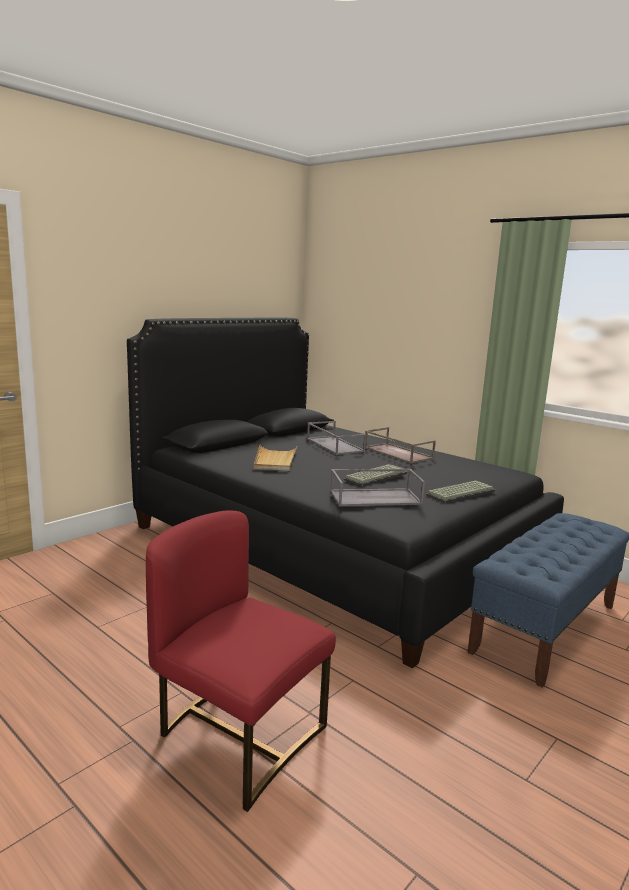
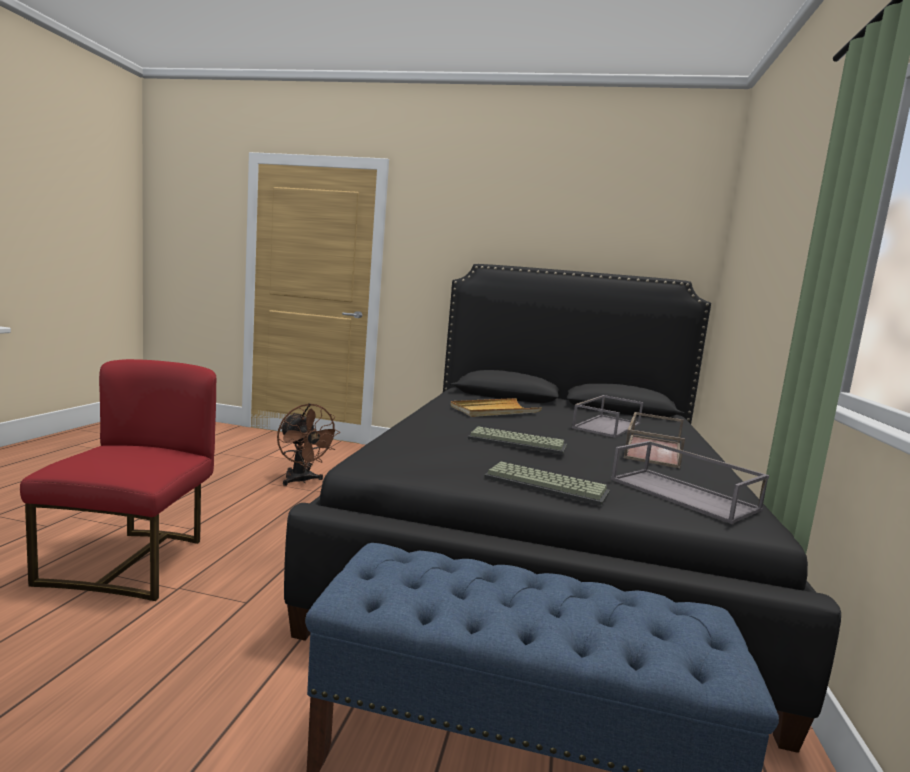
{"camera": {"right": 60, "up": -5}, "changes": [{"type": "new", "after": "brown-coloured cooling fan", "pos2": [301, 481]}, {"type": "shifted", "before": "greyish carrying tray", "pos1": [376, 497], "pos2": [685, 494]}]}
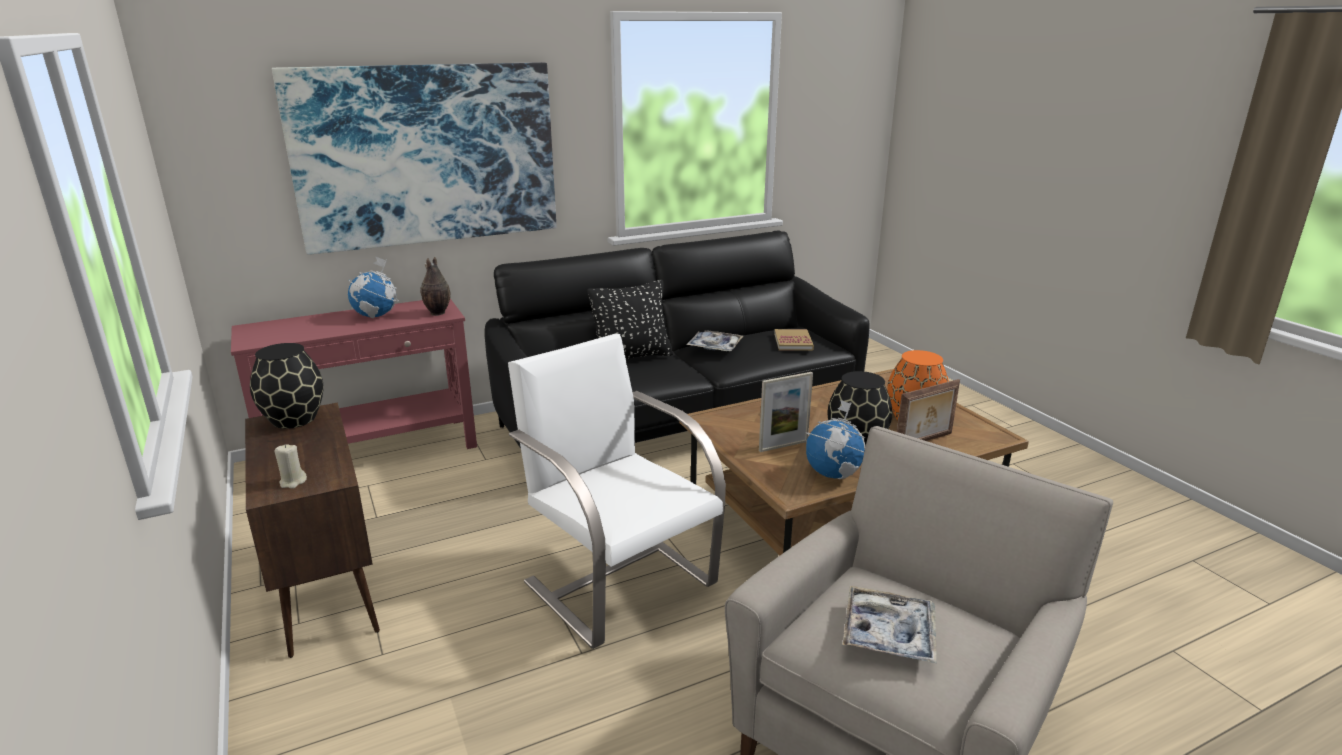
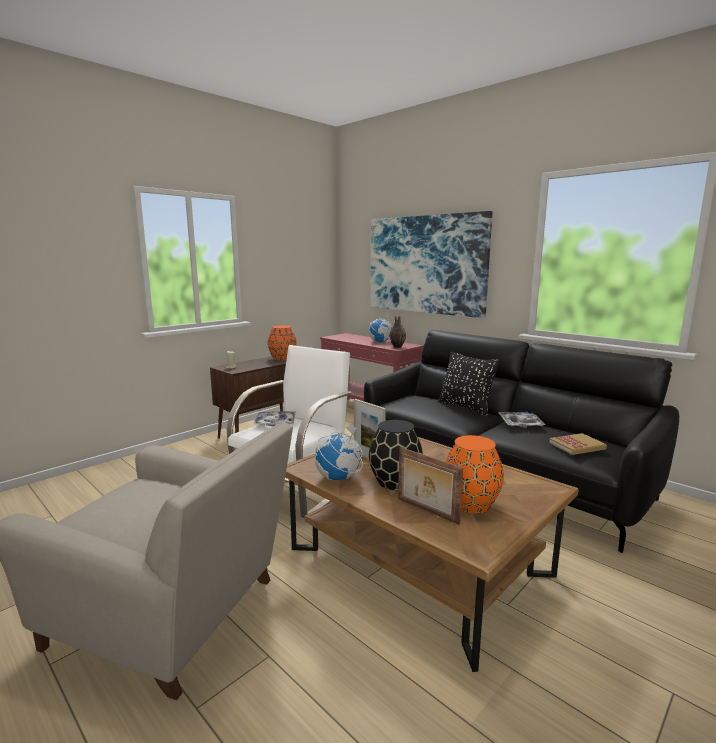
{"camera": {"right": 70, "up": -10}, "changes": [{"type": "shifted", "before": "carrying tray", "pos1": [888, 633], "pos2": [275, 423]}, {"type": "repainted", "before": "black vase", "after": "orangey vase", "pos1": [293, 419], "pos2": [282, 358]}]}
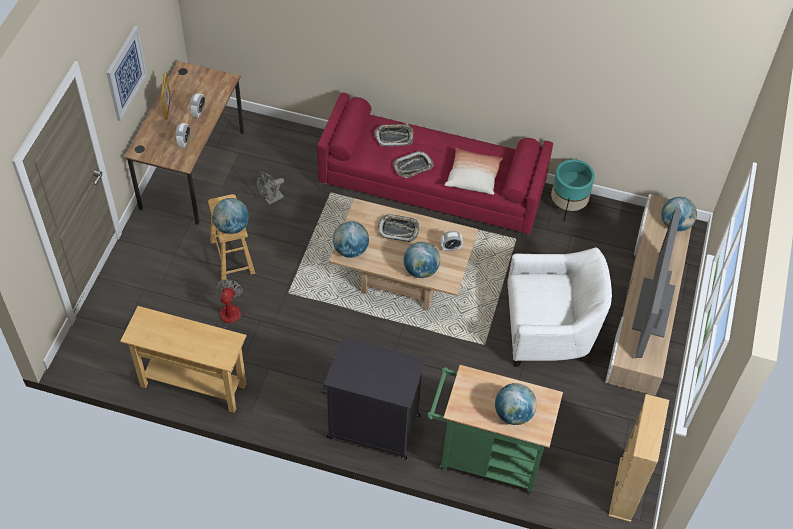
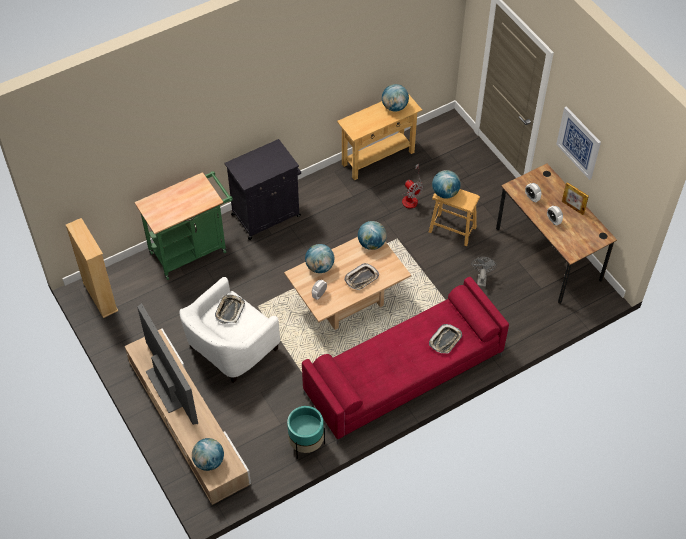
{"camera": {"right": 135, "up": 0}, "changes": [{"type": "shifted", "before": "carrying tray", "pos1": [413, 167], "pos2": [229, 310]}, {"type": "shifted", "before": "globe", "pos1": [513, 414], "pos2": [394, 107]}, {"type": "gone", "before": "cushion", "pos1": [473, 177]}]}
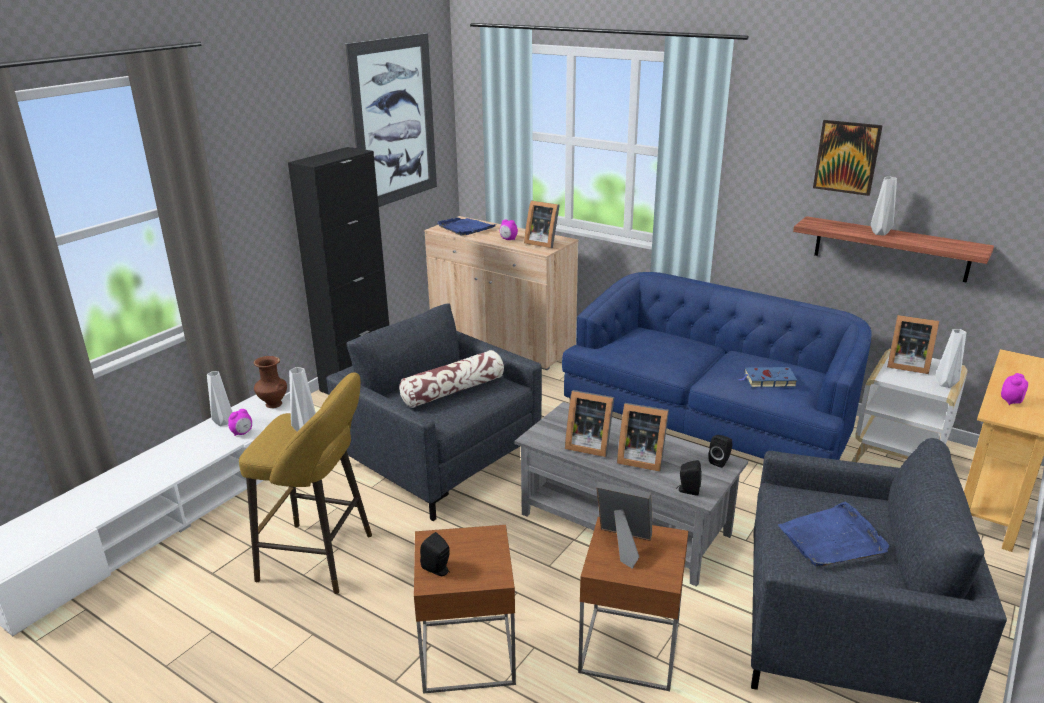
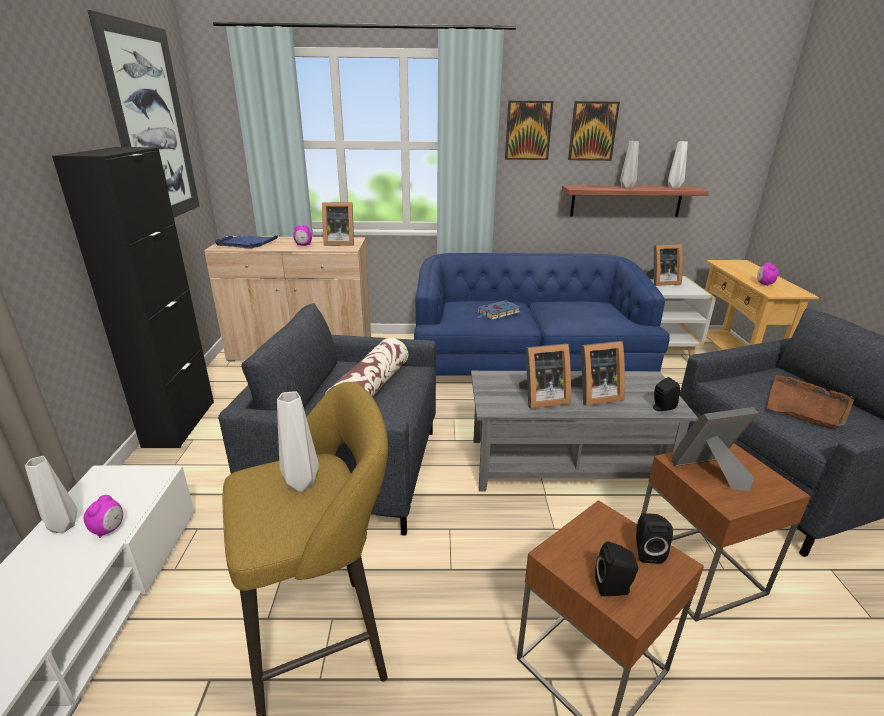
{"camera": {"right": -35, "up": 0}, "changes": [{"type": "shifted", "before": "blue volume", "pos1": [768, 380], "pos2": [497, 313]}, {"type": "new", "after": "wall art", "pos2": [528, 130]}, {"type": "shifted", "before": "black speaker", "pos1": [720, 461], "pos2": [646, 551]}, {"type": "shifted", "before": "whitish vase", "pos1": [945, 384], "pos2": [673, 187]}, {"type": "repainted", "before": "blue carrying tray", "after": "brown-coloured carrying tray", "pos1": [832, 539], "pos2": [806, 405]}, {"type": "gone", "before": "brown-coloured vase", "pos1": [273, 404]}]}
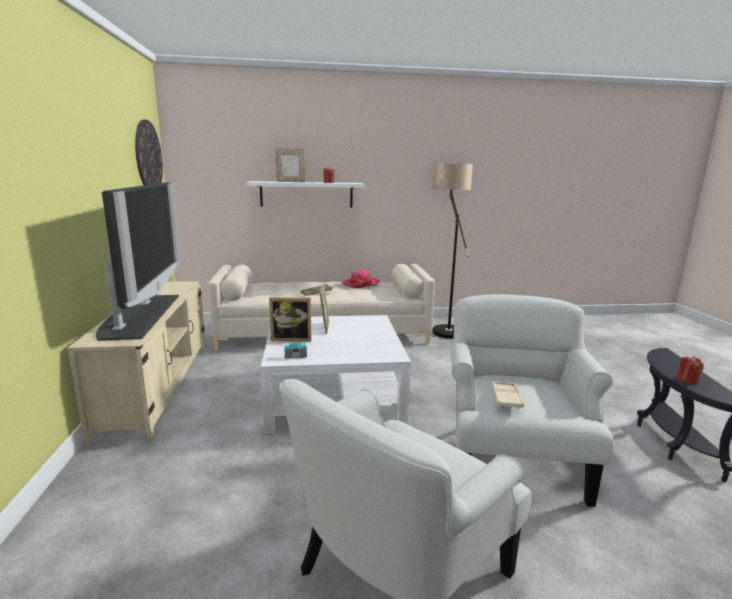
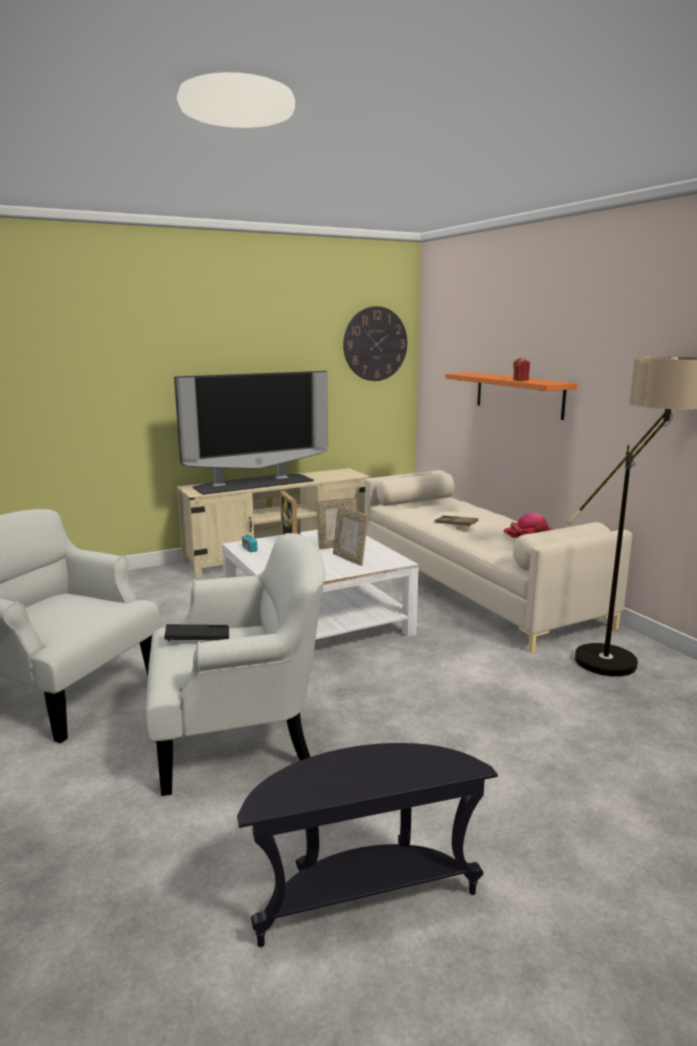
{"camera": {"right": 70, "up": 0}, "changes": [{"type": "repainted", "before": "beige carrying tray", "after": "black carrying tray", "pos1": [506, 398], "pos2": [197, 637]}, {"type": "shifted", "before": "standing frame", "pos1": [291, 182], "pos2": [349, 559]}, {"type": "repainted", "before": "whitish wall shelf", "after": "orangey wall shelf", "pos1": [306, 194], "pos2": [518, 394]}, {"type": "gone", "before": "red-coloured wax light", "pos1": [687, 380]}]}
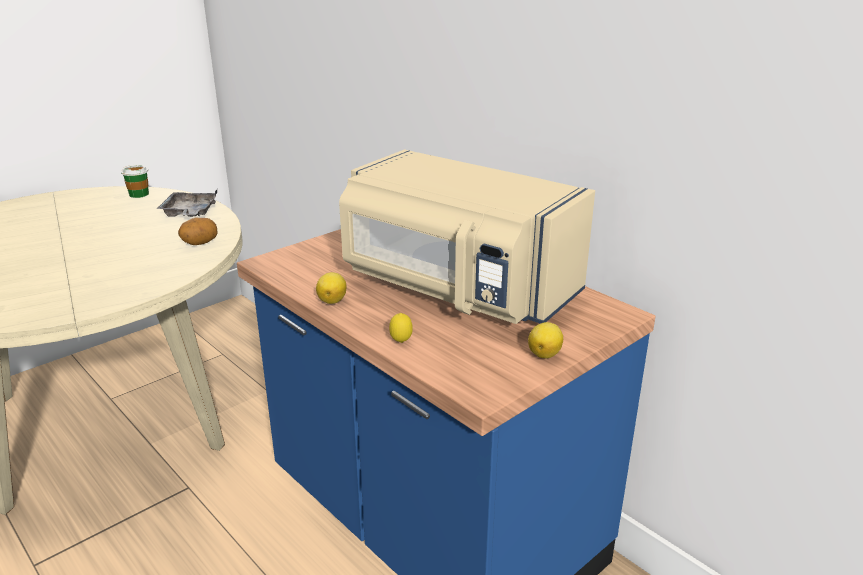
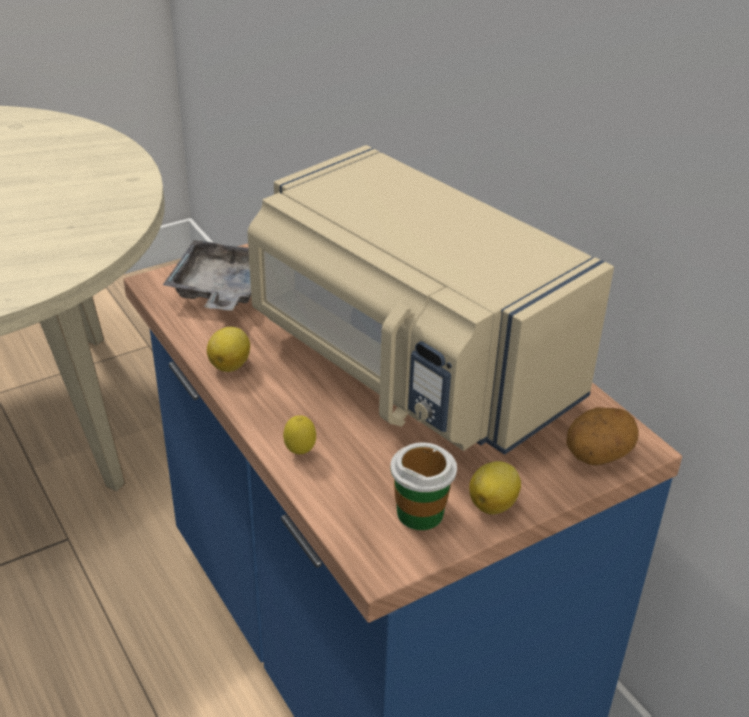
{"camera": {"right": 10, "up": 10}, "changes": [{"type": "shifted", "before": "greyish carrying tray", "pos1": [189, 213], "pos2": [220, 290]}, {"type": "shifted", "before": "cup", "pos1": [139, 194], "pos2": [420, 513]}, {"type": "shifted", "before": "spud", "pos1": [200, 243], "pos2": [597, 456]}]}
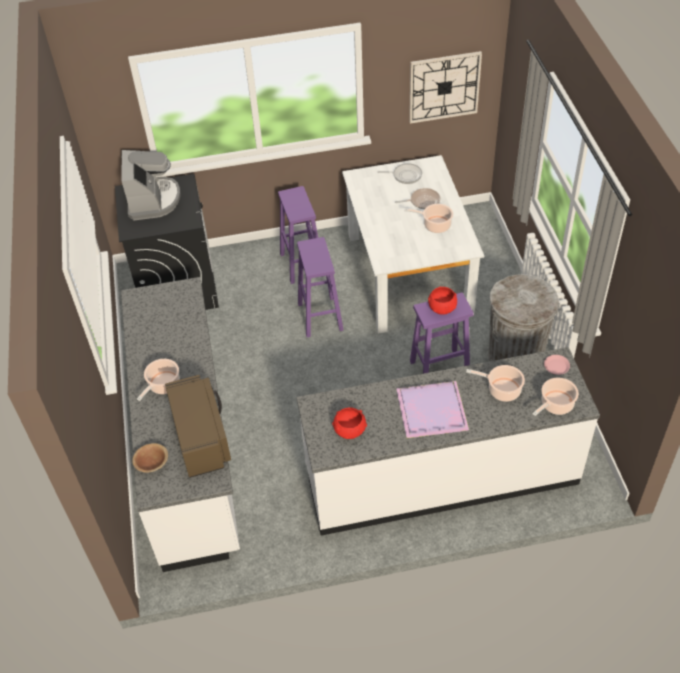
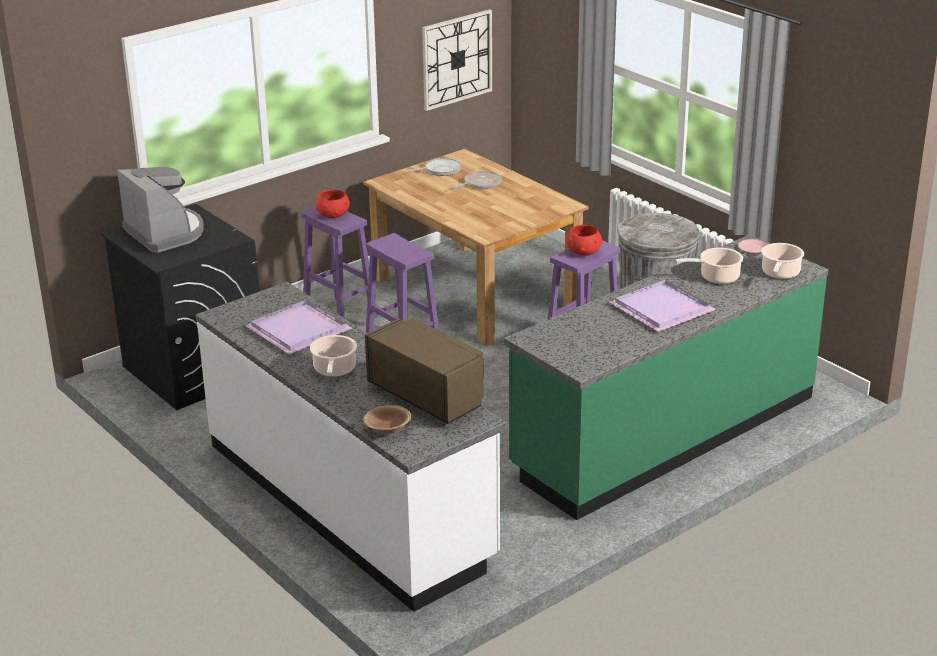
{"camera": {"right": -30, "up": -20}, "changes": [{"type": "new", "after": "purple carrying tray", "pos2": [300, 330]}, {"type": "shifted", "before": "red-coloured serving bowl", "pos1": [349, 430], "pos2": [332, 215]}, {"type": "repainted", "before": "whitish kitchen table", "after": "brown-coloured kitchen table", "pos1": [407, 273], "pos2": [473, 292]}, {"type": "repainted", "before": "whitish kitchen counter", "after": "green-coloured kitchen counter", "pos1": [440, 475], "pos2": [664, 433]}, {"type": "gone", "before": "cooking pot", "pos1": [435, 225]}]}
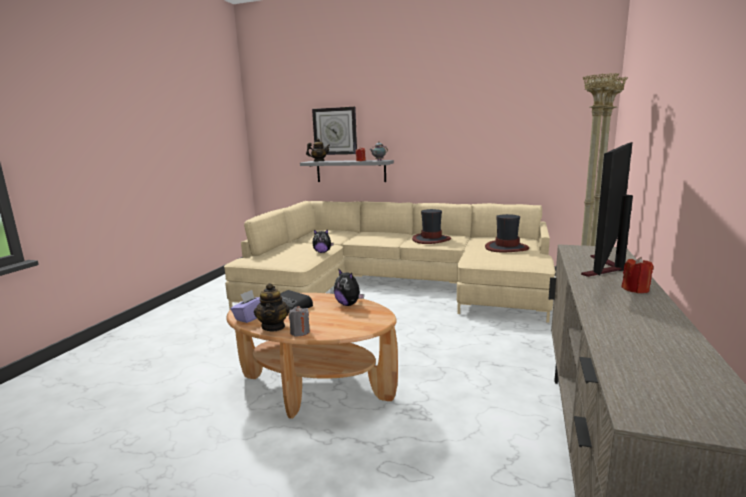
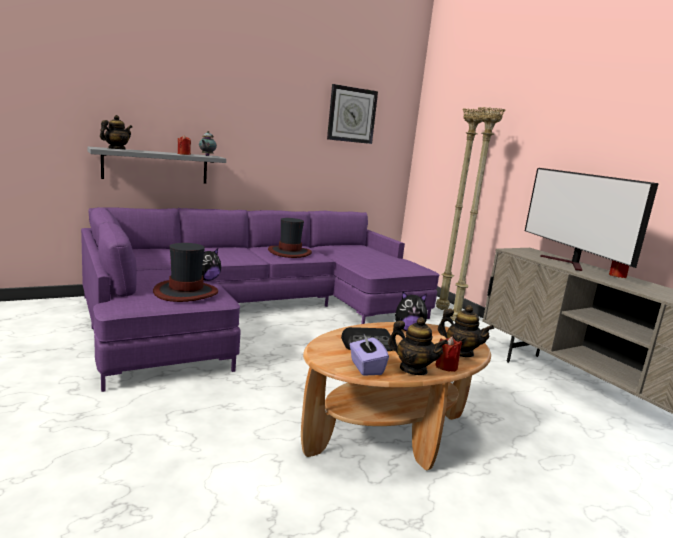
{"camera": {"right": -50, "up": 0}, "changes": [{"type": "repainted", "before": "beige sofa", "after": "purple sofa", "pos1": [393, 285], "pos2": [254, 311]}, {"type": "shifted", "before": "clothing hat", "pos1": [506, 248], "pos2": [185, 292]}, {"type": "shifted", "before": "hanging clock", "pos1": [335, 131], "pos2": [351, 115]}, {"type": "repainted", "before": "greyish wax light", "after": "red-coloured wax light", "pos1": [300, 332], "pos2": [446, 367]}, {"type": "new", "after": "tea pot", "pos2": [461, 352]}]}
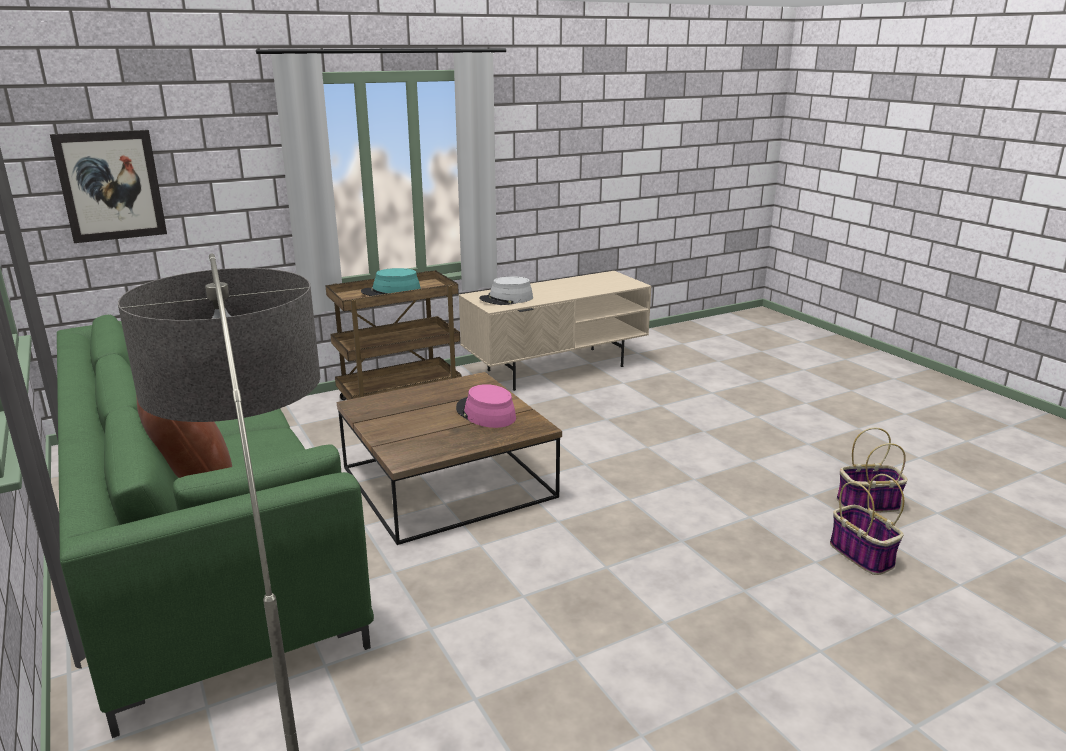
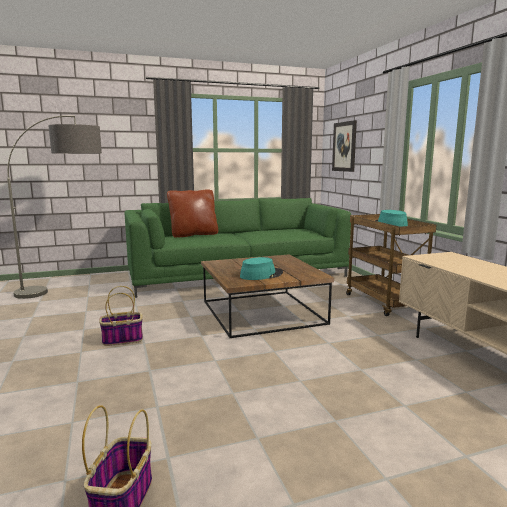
{"camera": {"right": 100, "up": -10}, "changes": [{"type": "shifted", "before": "storage basket", "pos1": [862, 555], "pos2": [122, 340]}, {"type": "repainted", "before": "pink clothing hat", "after": "blue-green clothing hat", "pos1": [485, 413], "pos2": [261, 275]}, {"type": "gone", "before": "greyish clothing hat", "pos1": [506, 299]}]}
